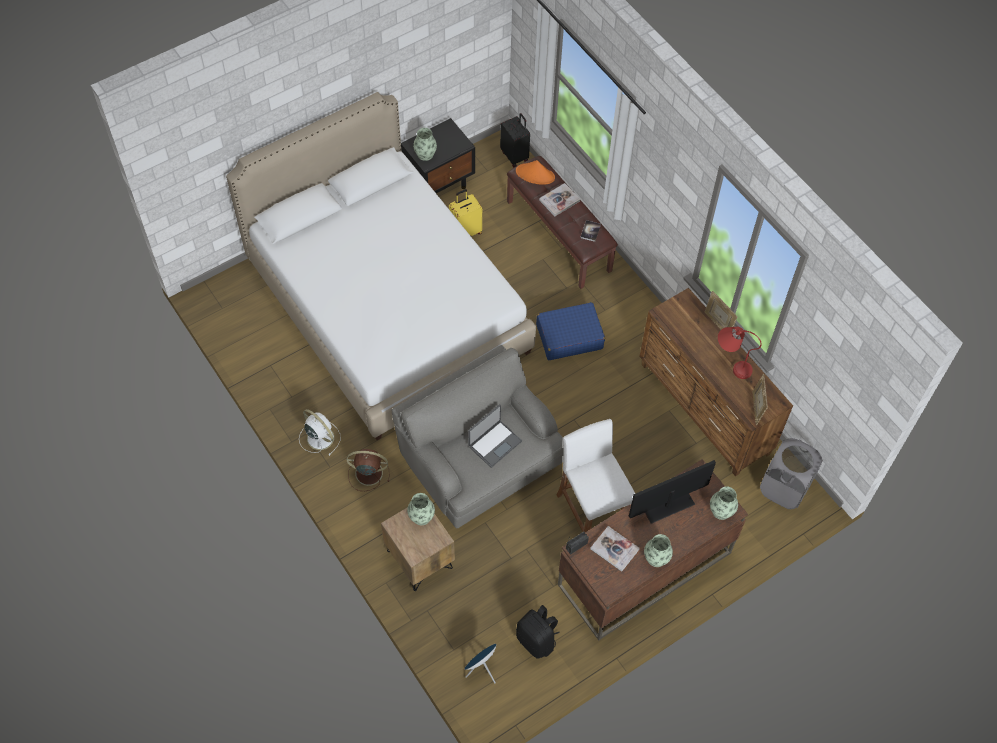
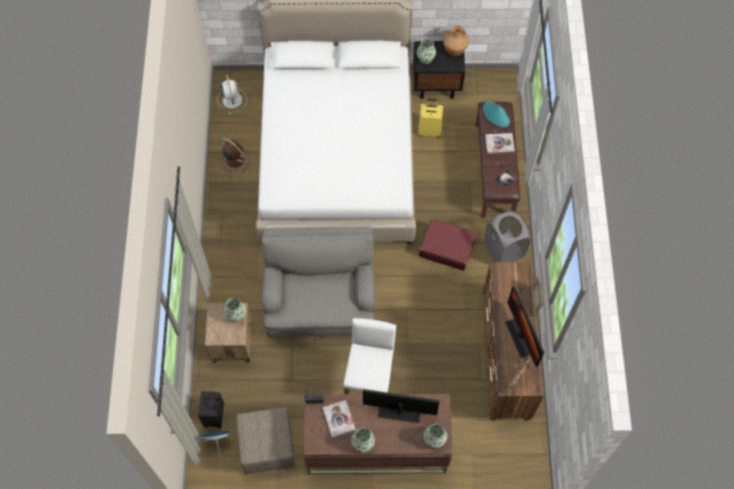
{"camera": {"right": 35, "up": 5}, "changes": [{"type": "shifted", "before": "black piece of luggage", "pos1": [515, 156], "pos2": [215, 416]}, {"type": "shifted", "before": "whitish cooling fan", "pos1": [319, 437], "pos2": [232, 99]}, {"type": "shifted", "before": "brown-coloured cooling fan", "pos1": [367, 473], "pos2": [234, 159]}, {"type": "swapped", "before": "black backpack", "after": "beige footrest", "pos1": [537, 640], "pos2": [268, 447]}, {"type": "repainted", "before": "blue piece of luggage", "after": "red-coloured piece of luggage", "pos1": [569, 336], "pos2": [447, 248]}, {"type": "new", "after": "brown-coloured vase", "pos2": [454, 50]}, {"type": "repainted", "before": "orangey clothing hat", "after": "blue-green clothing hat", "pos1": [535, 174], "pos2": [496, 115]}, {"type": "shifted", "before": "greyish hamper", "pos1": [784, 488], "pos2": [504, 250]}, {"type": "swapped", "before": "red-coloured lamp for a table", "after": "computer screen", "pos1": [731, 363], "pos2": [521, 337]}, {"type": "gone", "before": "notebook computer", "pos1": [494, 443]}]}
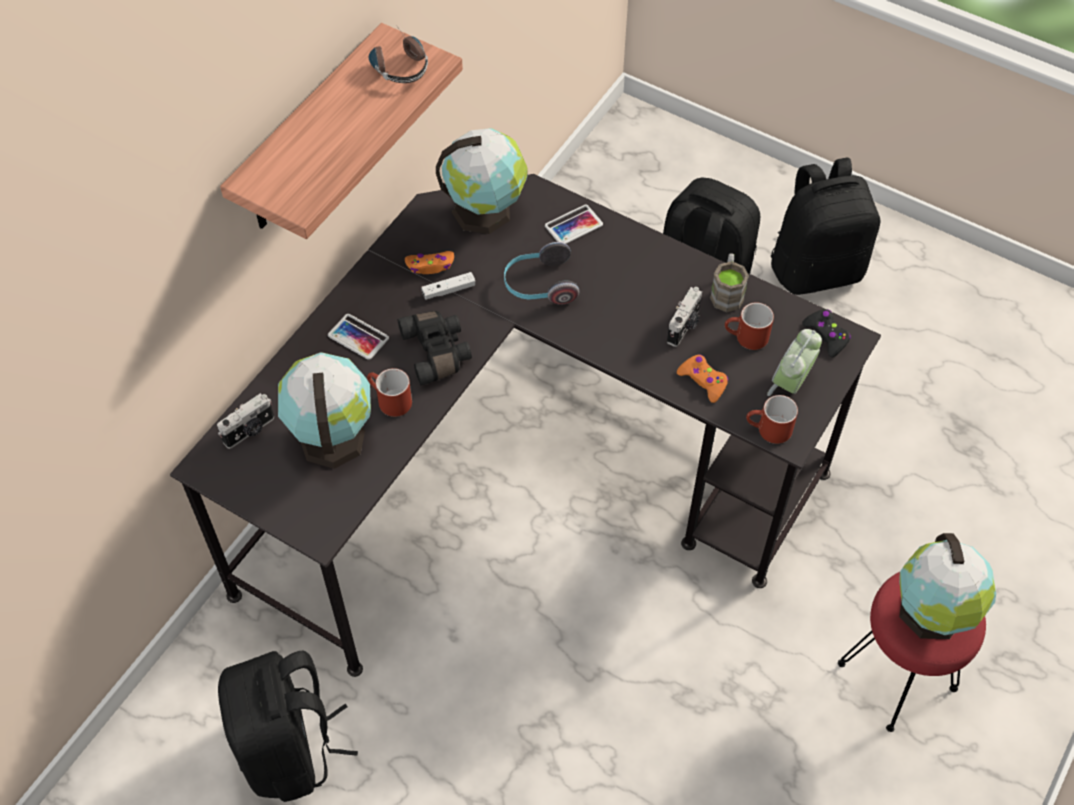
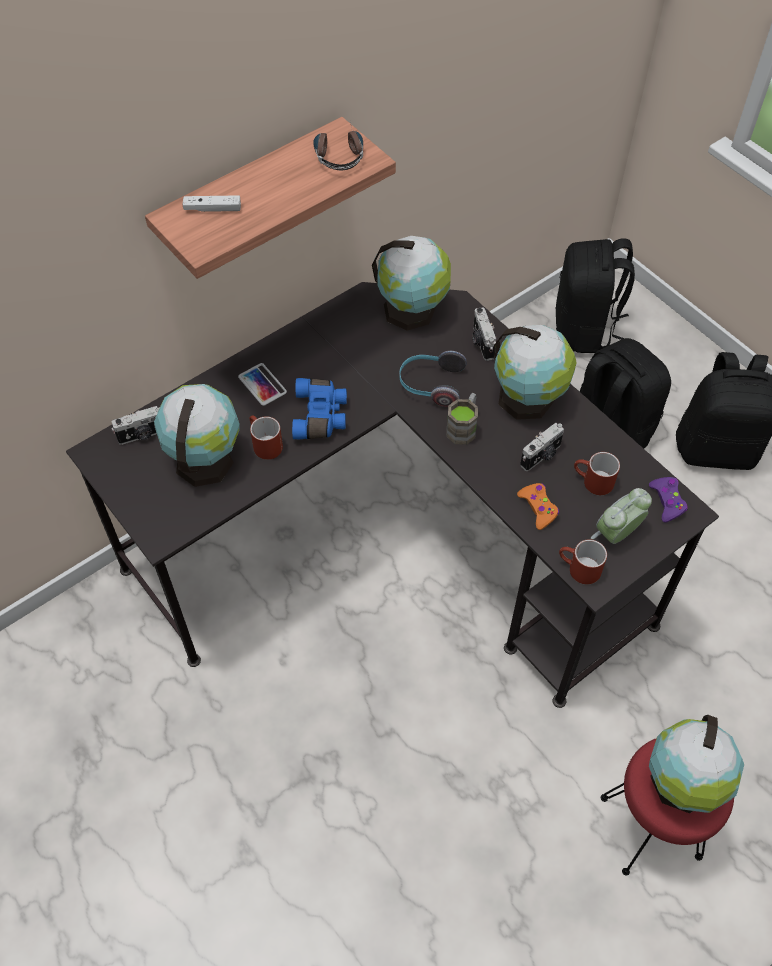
{"camera": {"right": 20, "up": 0}, "changes": [{"type": "shifted", "before": "whitish game controller", "pos1": [448, 290], "pos2": [212, 209]}, {"type": "repainted", "before": "black pair of binoculars", "after": "blue pair of binoculars", "pos1": [437, 352], "pos2": [321, 416]}, {"type": "shifted", "before": "brown-coloured tea mug", "pos1": [727, 292], "pos2": [463, 427]}, {"type": "swapped", "before": "handset", "after": "photo camera", "pos1": [573, 225], "pos2": [481, 343]}, {"type": "new", "after": "globe", "pos2": [528, 399]}, {"type": "shifted", "before": "black backpack", "pos1": [290, 749], "pos2": [585, 329]}, {"type": "repainted", "before": "black game controller", "after": "purple game controller", "pos1": [826, 335], "pos2": [667, 501]}, {"type": "gone", "before": "orangey game controller", "pos1": [430, 266]}]}
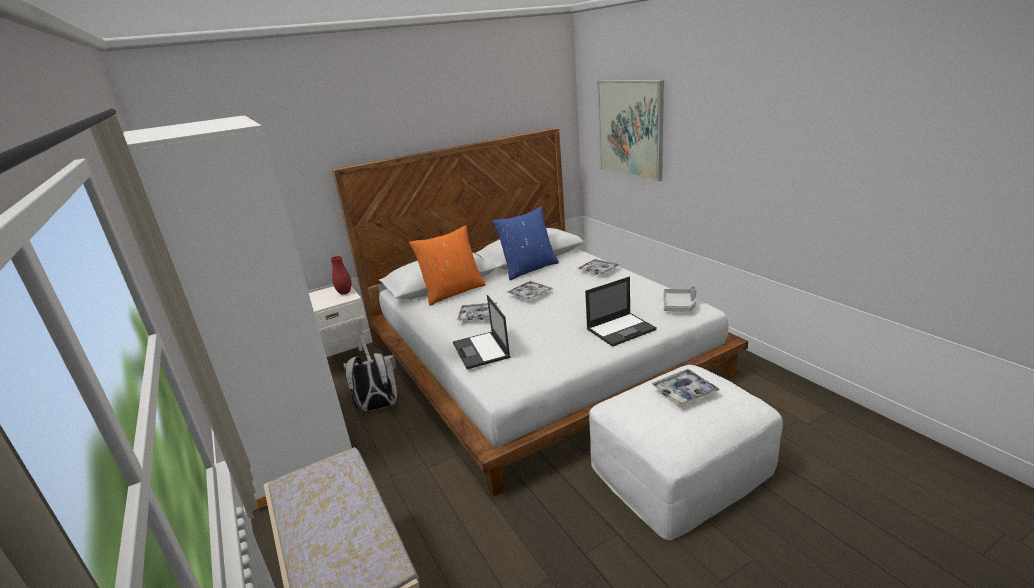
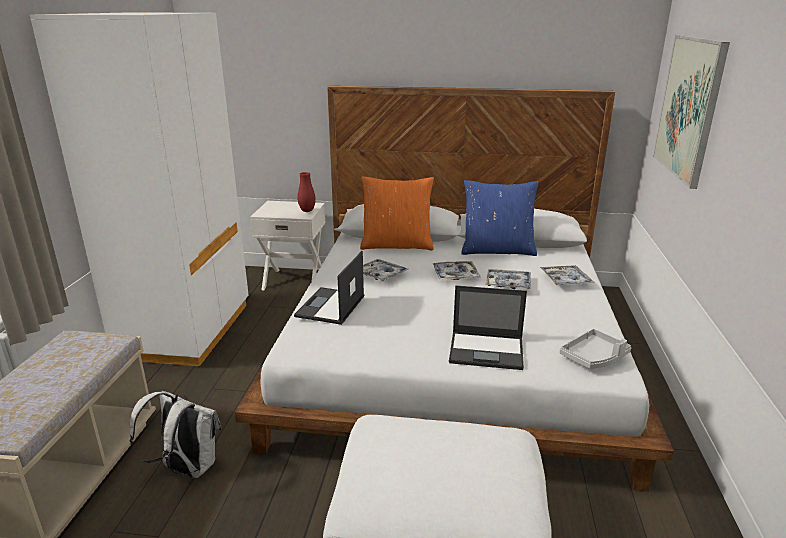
{"camera": {"right": 35, "up": 0}, "changes": [{"type": "shifted", "before": "whitish backpack", "pos1": [378, 407], "pos2": [186, 468]}, {"type": "shifted", "before": "carrying tray", "pos1": [684, 392], "pos2": [508, 284]}]}
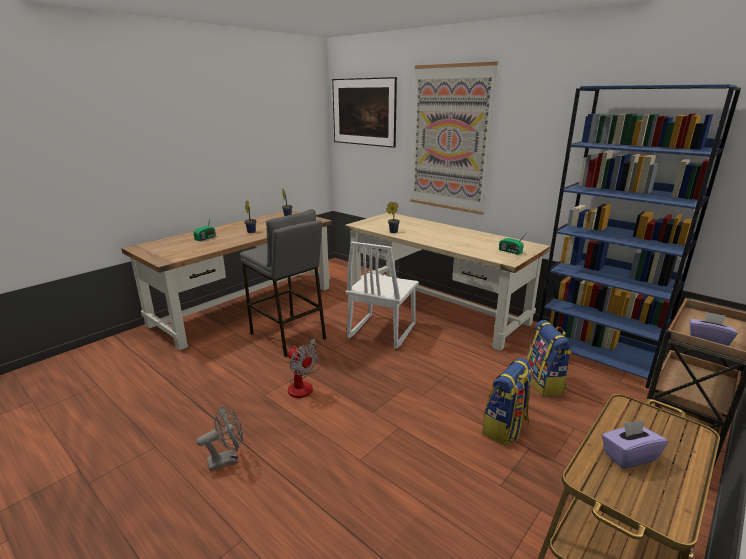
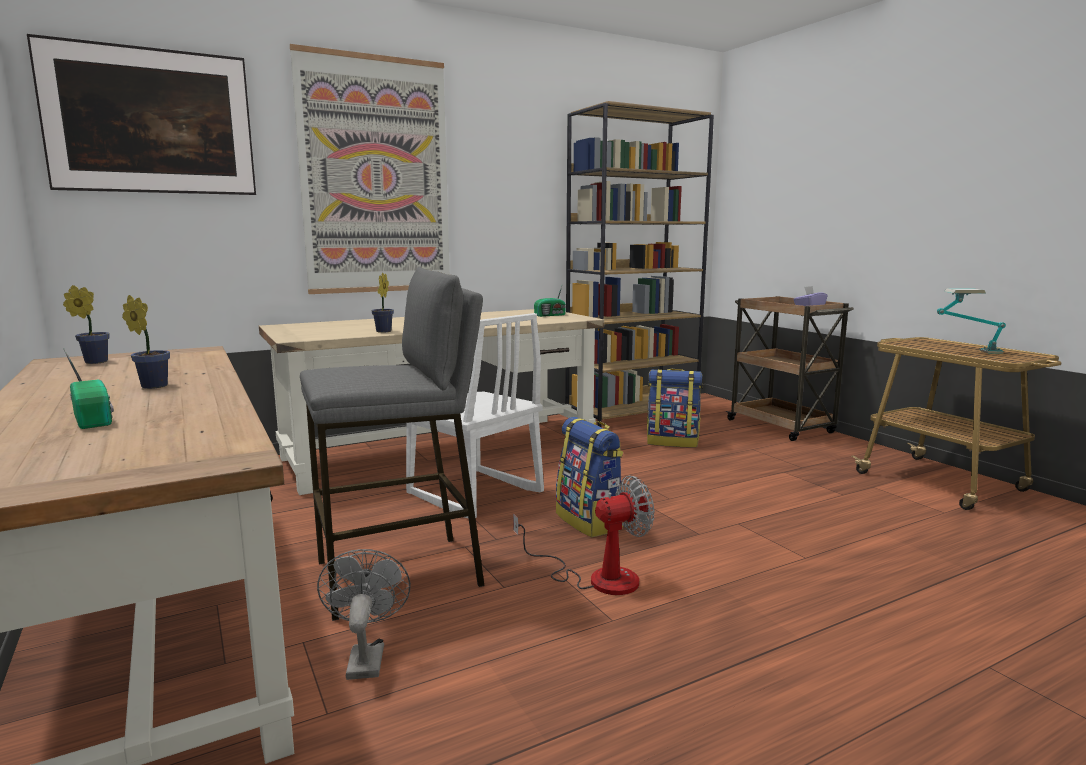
{"camera": {"right": -70, "up": -10}, "changes": [{"type": "shifted", "before": "greyish cooling fan", "pos1": [227, 459], "pos2": [366, 657]}, {"type": "shifted", "before": "backpack", "pos1": [505, 429], "pos2": [590, 521]}, {"type": "repainted", "before": "blue shelving unit", "after": "brown-coloured shelving unit", "pos1": [597, 355], "pos2": [632, 414]}, {"type": "swapped", "before": "purple tissue box", "after": "lamp for a table", "pos1": [628, 456], "pos2": [967, 351]}]}
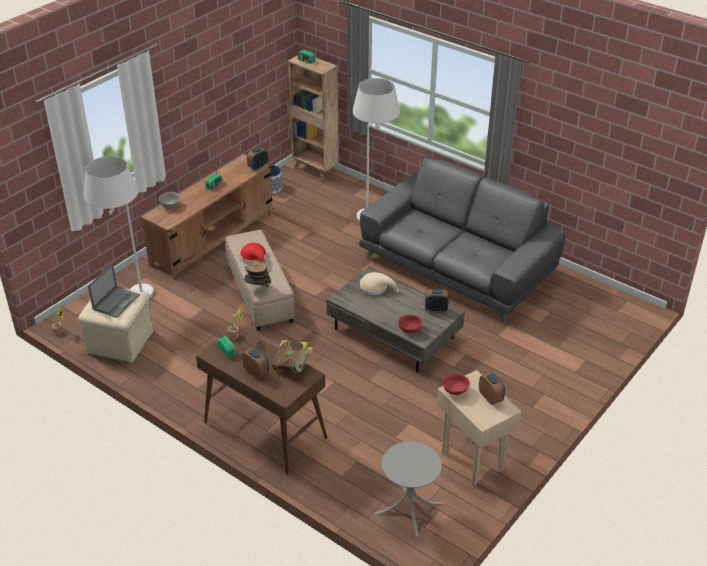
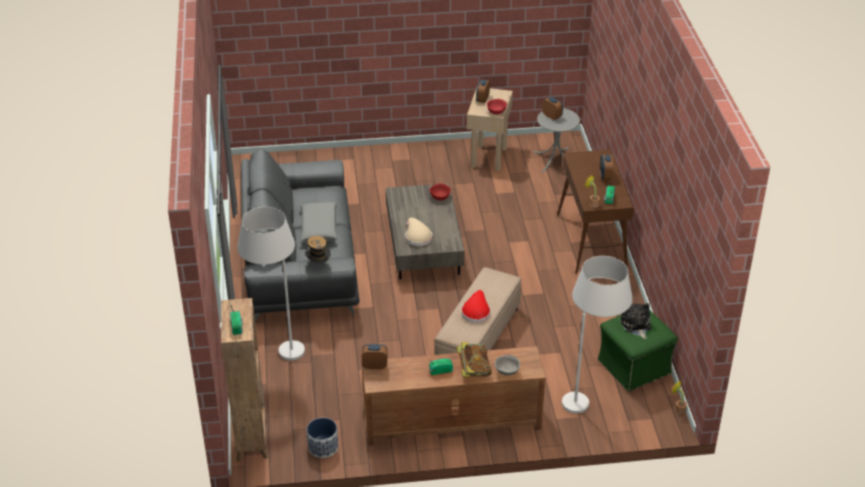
{"camera": {"right": -135, "up": 0}, "changes": [{"type": "new", "after": "greyish cushion", "pos2": [319, 228]}, {"type": "shifted", "before": "clothing hat", "pos1": [258, 289], "pos2": [318, 265]}, {"type": "shifted", "before": "volume", "pos1": [293, 367], "pos2": [473, 370]}, {"type": "shifted", "before": "bedside clock", "pos1": [436, 309], "pos2": [552, 116]}, {"type": "repainted", "before": "beige footrest", "after": "green-coloured footrest", "pos1": [121, 341], "pos2": [633, 367]}, {"type": "swapped", "before": "notebook computer", "after": "cuddly toy", "pos1": [116, 302], "pos2": [636, 325]}]}
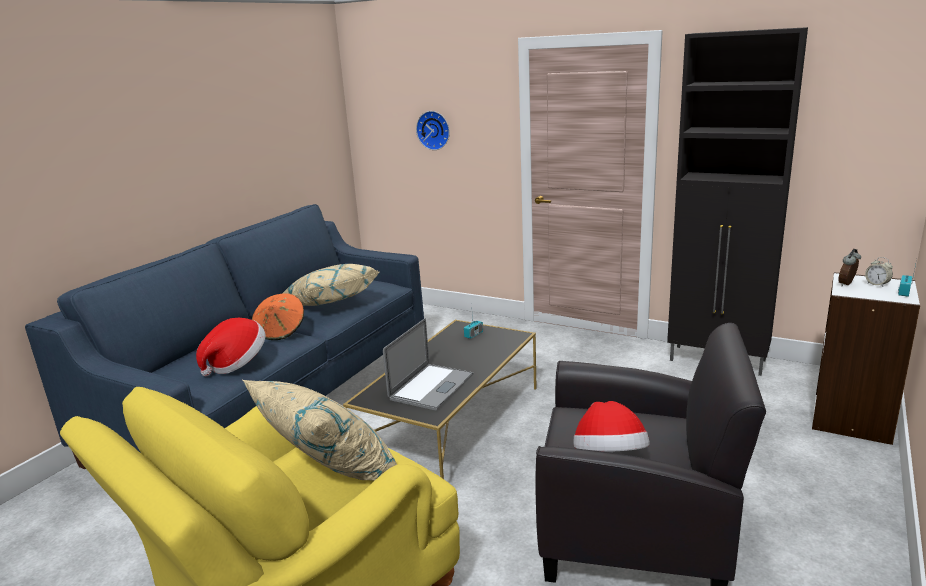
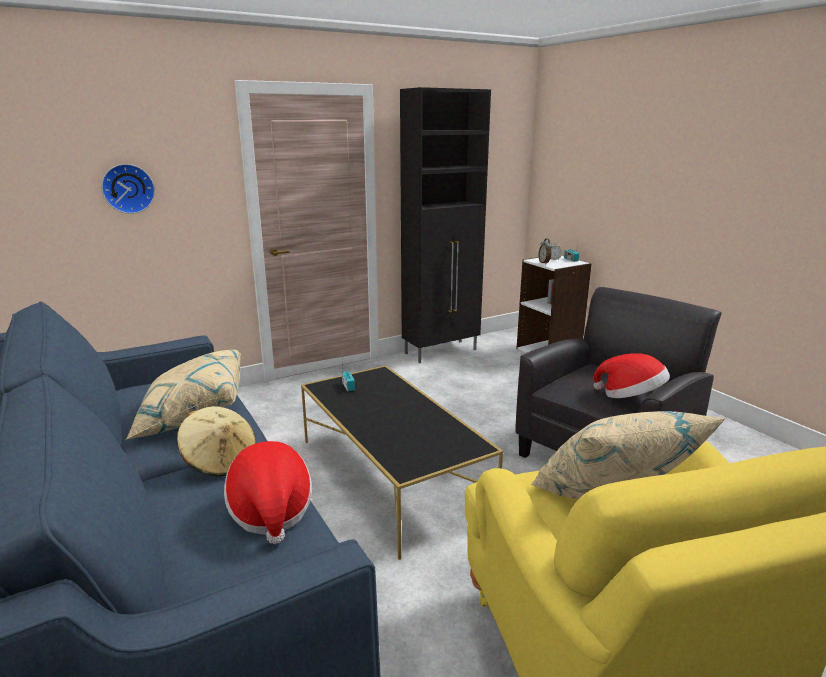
{"camera": {"right": -60, "up": 0}, "changes": [{"type": "repainted", "before": "orangey clothing hat", "after": "beige clothing hat", "pos1": [281, 331], "pos2": [220, 461]}, {"type": "gone", "before": "notebook computer", "pos1": [431, 387]}]}
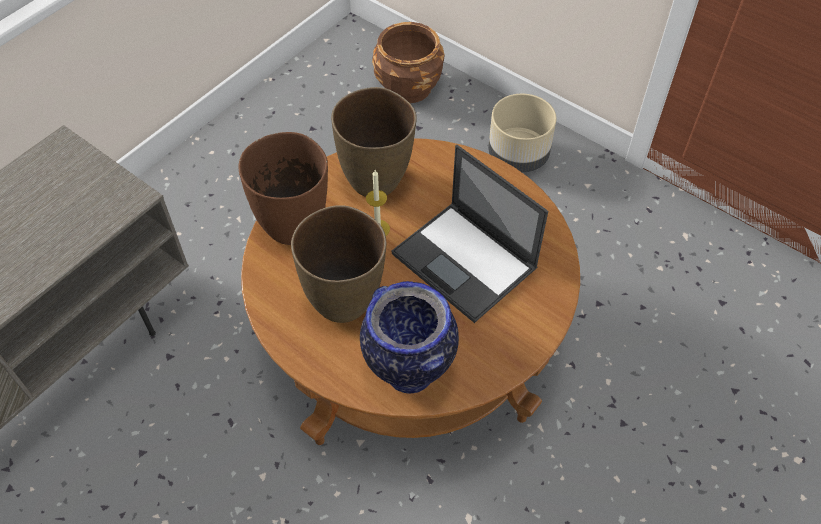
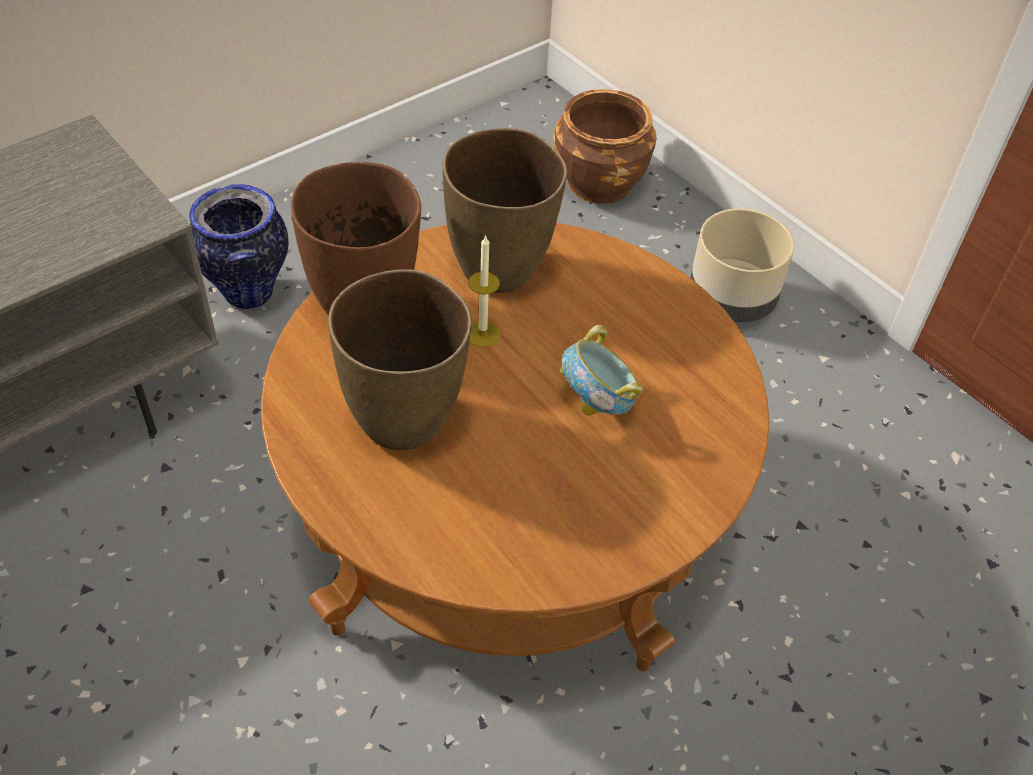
{"camera": {"right": 10, "up": -5}, "changes": [{"type": "shifted", "before": "vase", "pos1": [408, 372], "pos2": [248, 292]}, {"type": "swapped", "before": "notebook computer", "after": "serving bowl", "pos1": [465, 262], "pos2": [597, 403]}]}
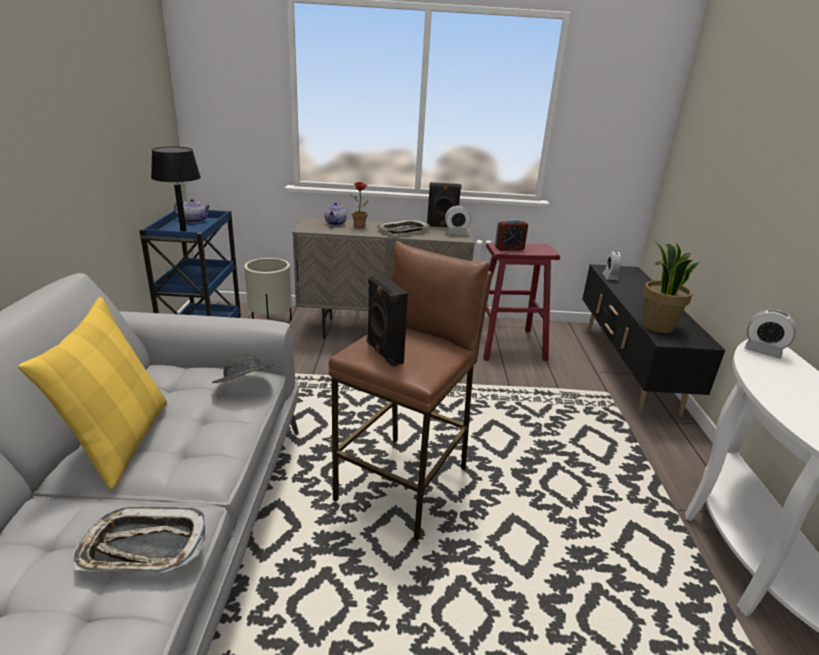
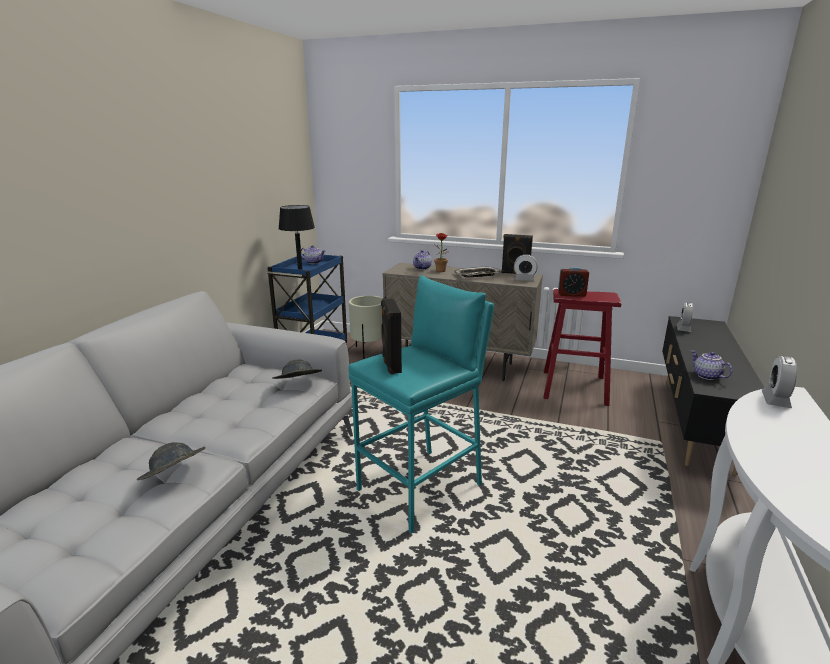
{"camera": {"right": 20, "up": -5}, "changes": [{"type": "swapped", "before": "carrying tray", "after": "greyish clothing hat", "pos1": [144, 547], "pos2": [174, 477]}, {"type": "repainted", "before": "brown-coloured stool", "after": "blue-green stool", "pos1": [404, 484], "pos2": [421, 488]}, {"type": "swapped", "before": "potted plant", "after": "tea pot", "pos1": [656, 326], "pos2": [706, 376]}, {"type": "rotated", "before": "bedside clock", "pos1": [762, 351], "pos2": [775, 400], "turn": 60}, {"type": "gone", "before": "yellow cushion", "pos1": [120, 441]}]}
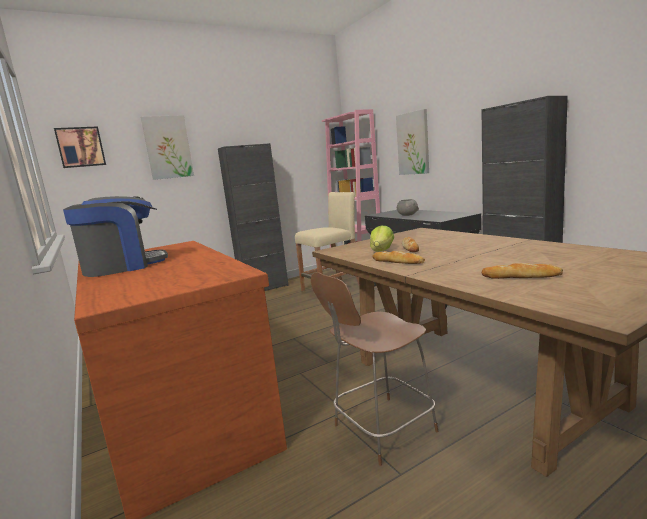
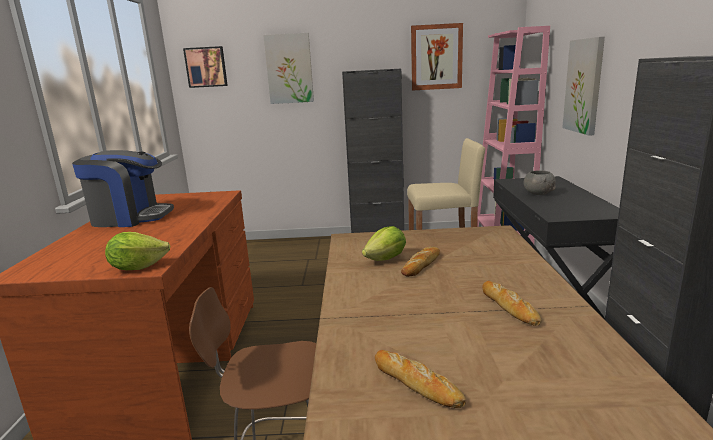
{"camera": {"right": 30, "up": 5}, "changes": [{"type": "new", "after": "head of lettuce", "pos2": [138, 267]}, {"type": "new", "after": "wall art", "pos2": [436, 57]}, {"type": "shifted", "before": "bakery bread", "pos1": [397, 261], "pos2": [509, 307]}]}
